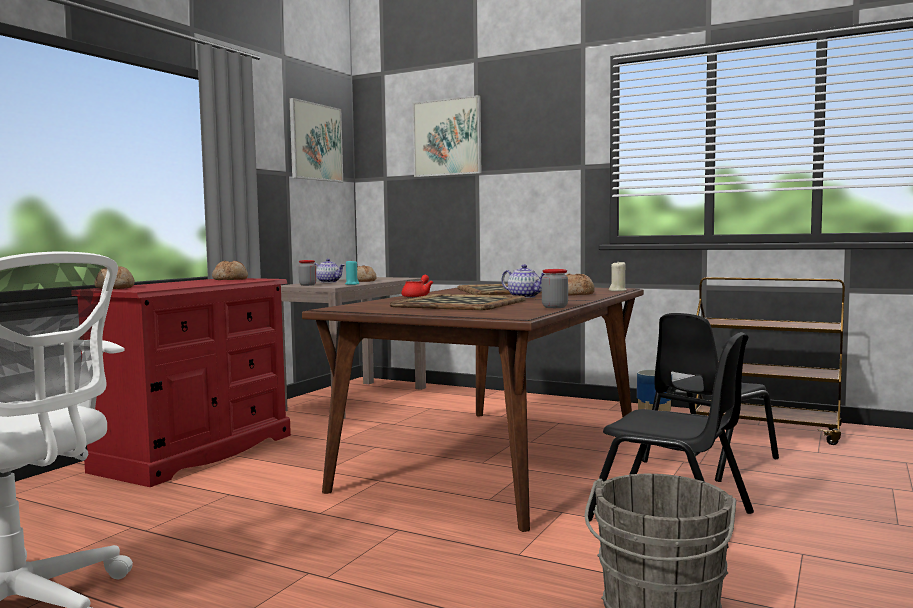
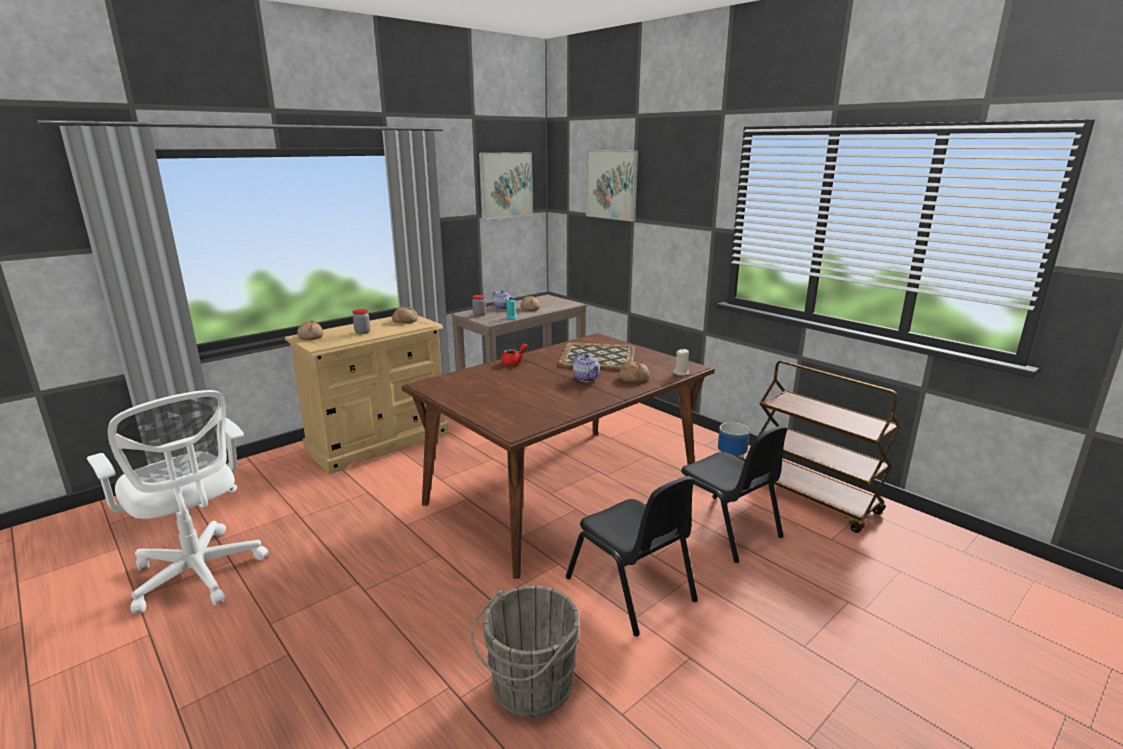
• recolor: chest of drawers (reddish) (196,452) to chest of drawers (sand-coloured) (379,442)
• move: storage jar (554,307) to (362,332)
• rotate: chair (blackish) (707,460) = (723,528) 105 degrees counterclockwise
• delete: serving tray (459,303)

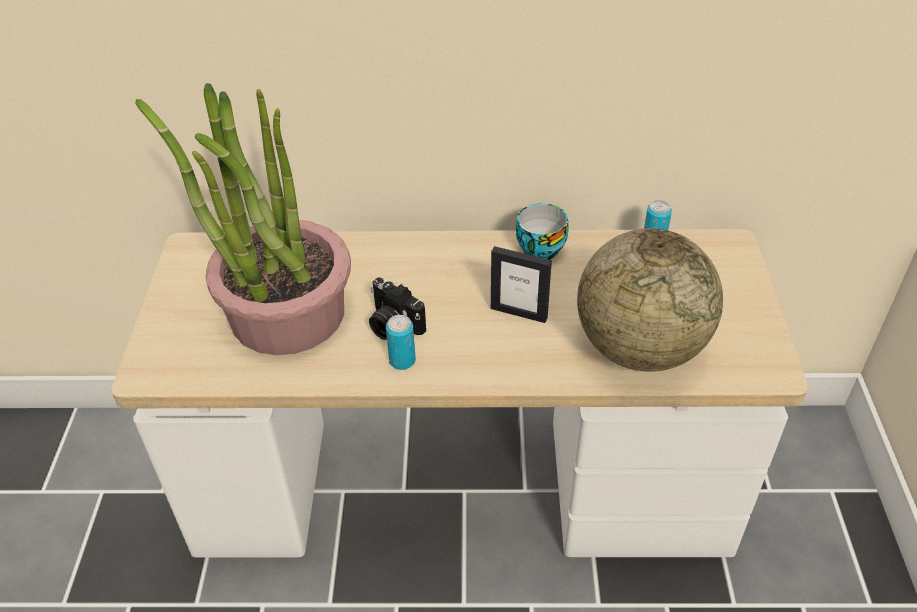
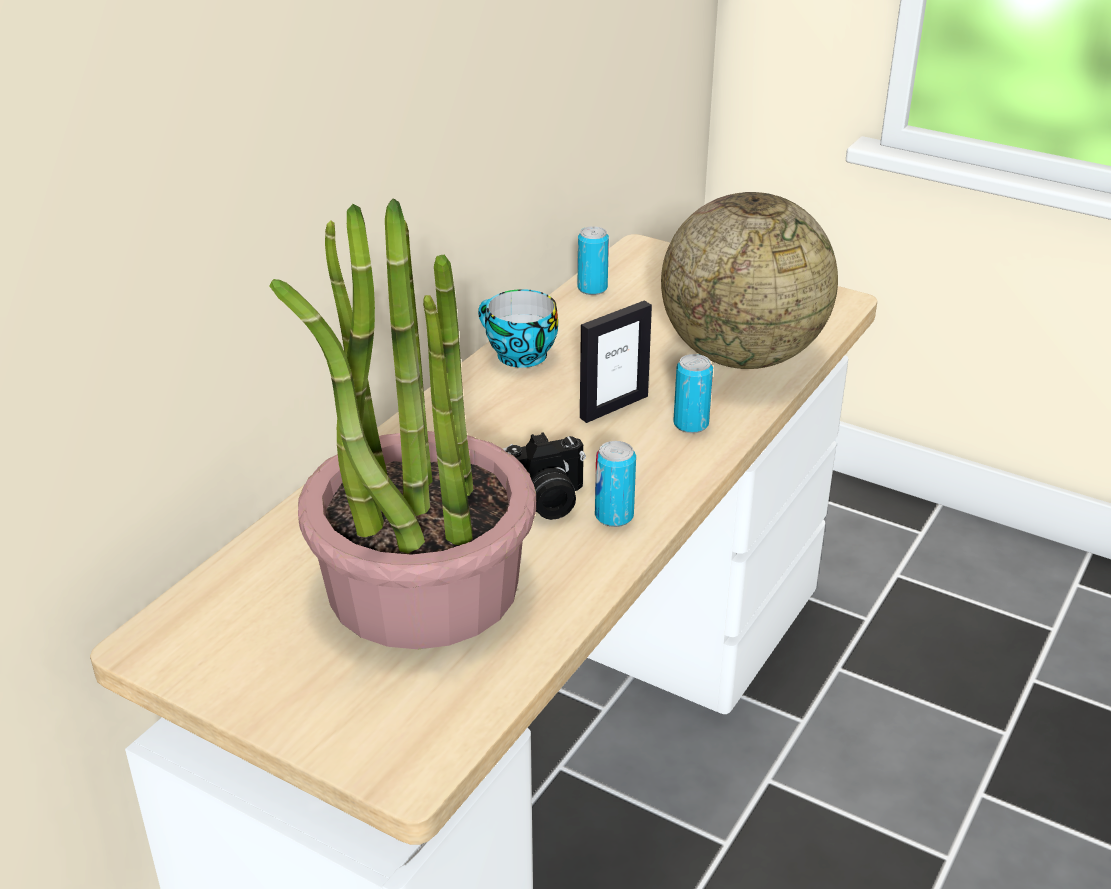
• insert: can (691,424)

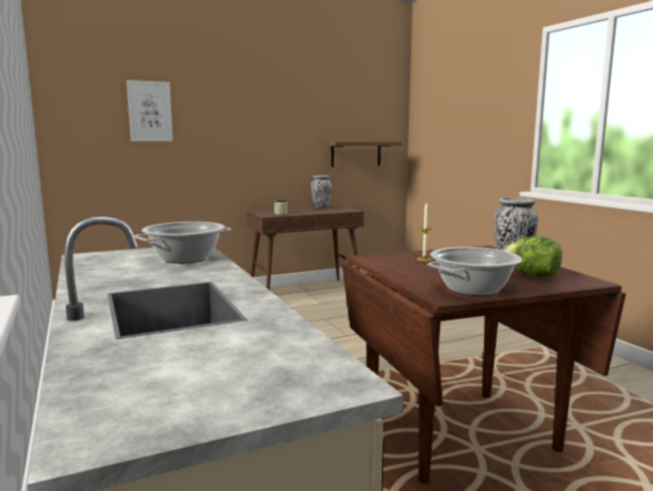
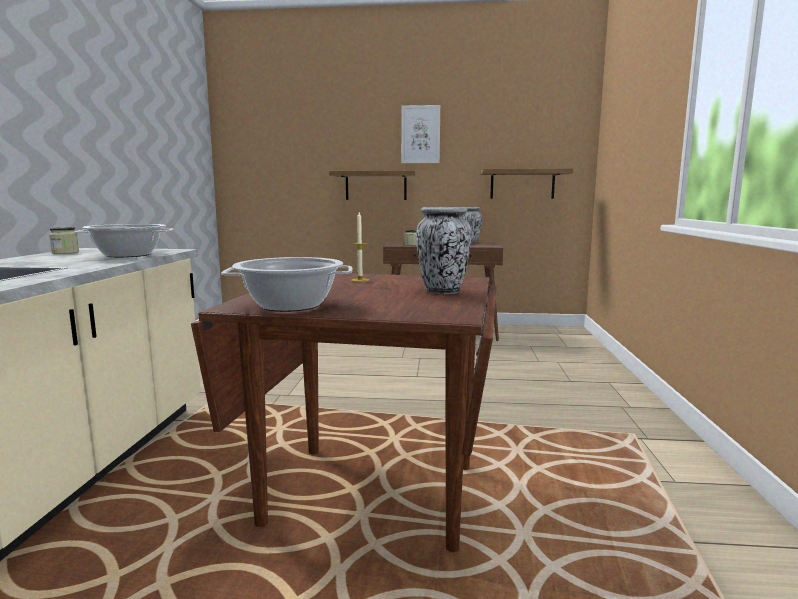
• insert: storage jar (65,252)
• insert: bracket shelf (376,186)
• move: wall picture (150,111) to (420,134)
• delete: lettuce (532,275)

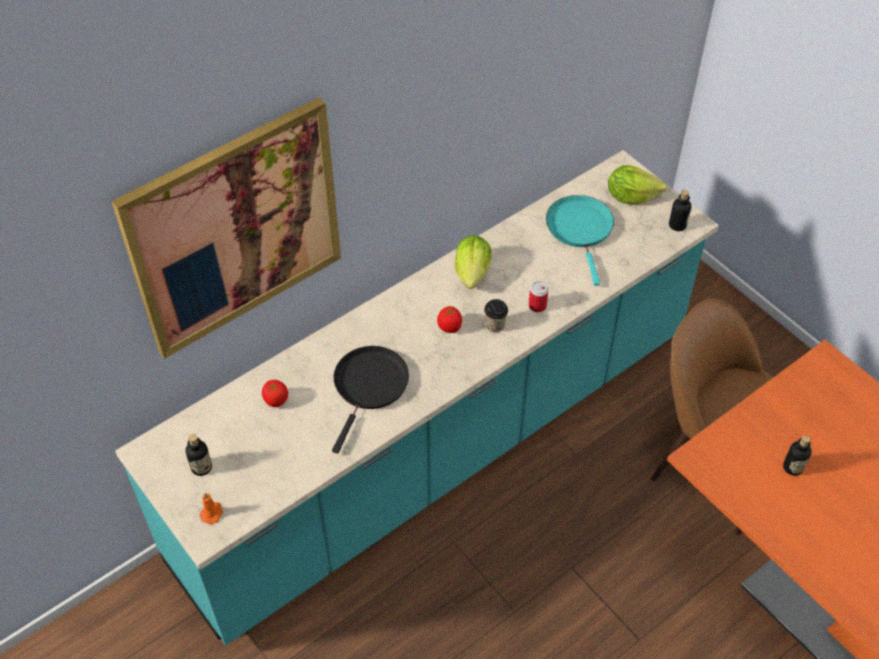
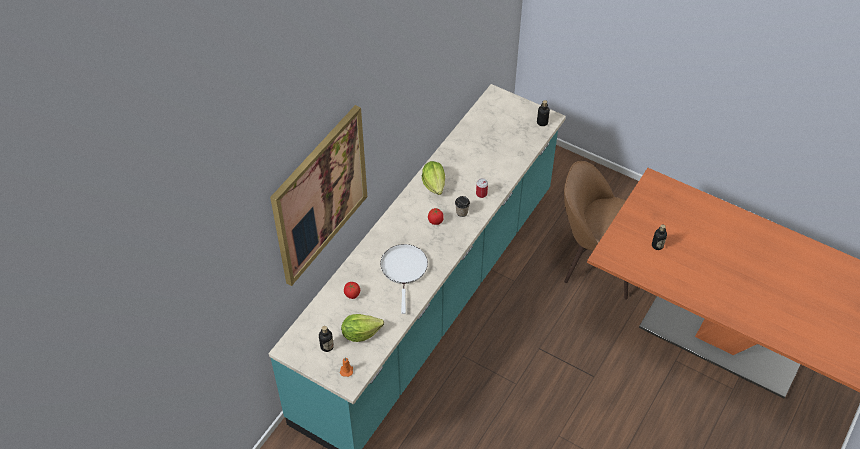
• move: lettuce (631,196) to (360,333)
• recolor: frying pan (blackish) (369,386) to frying pan (white) (404,269)
• delete: frying pan (turquoise-coloured) (580,229)

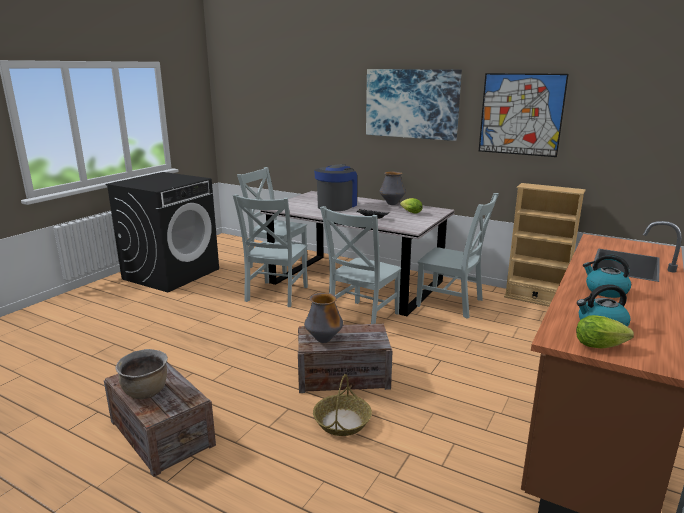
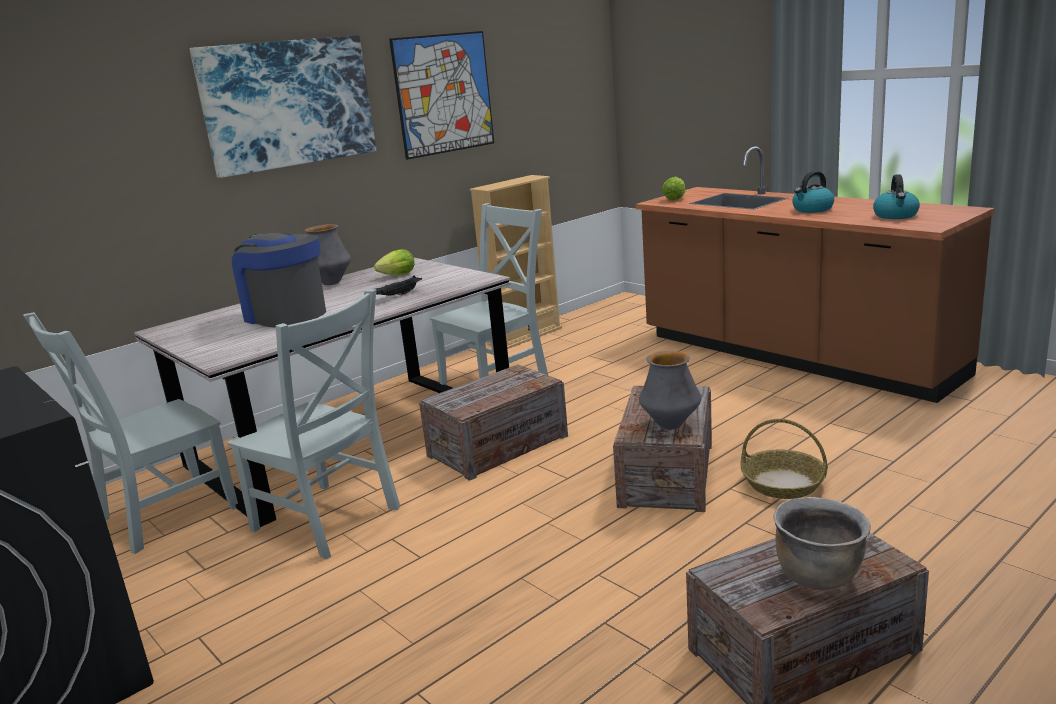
• replace: chair (greyish) (361,319) to shipping crate (497,446)
• move: lettuce (602,346) to (675,198)

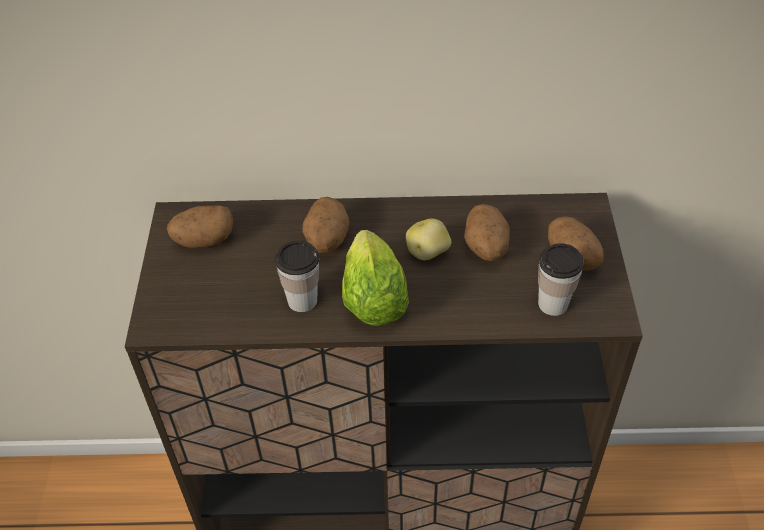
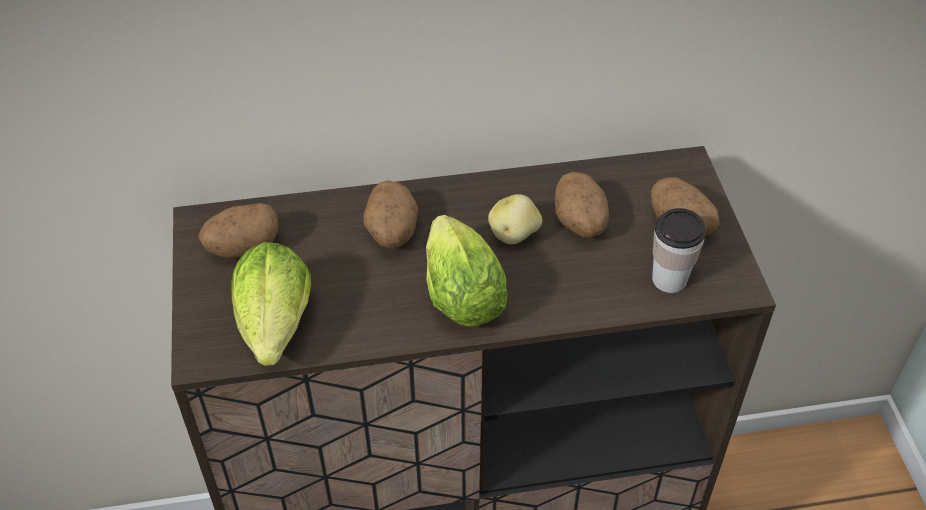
• insert: lettuce (275,331)
• delete: small cup (302,300)

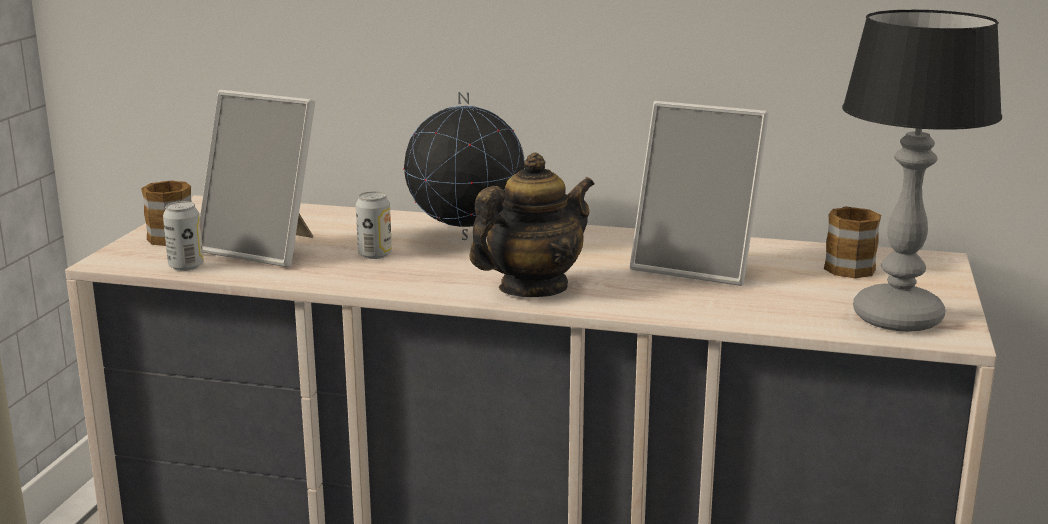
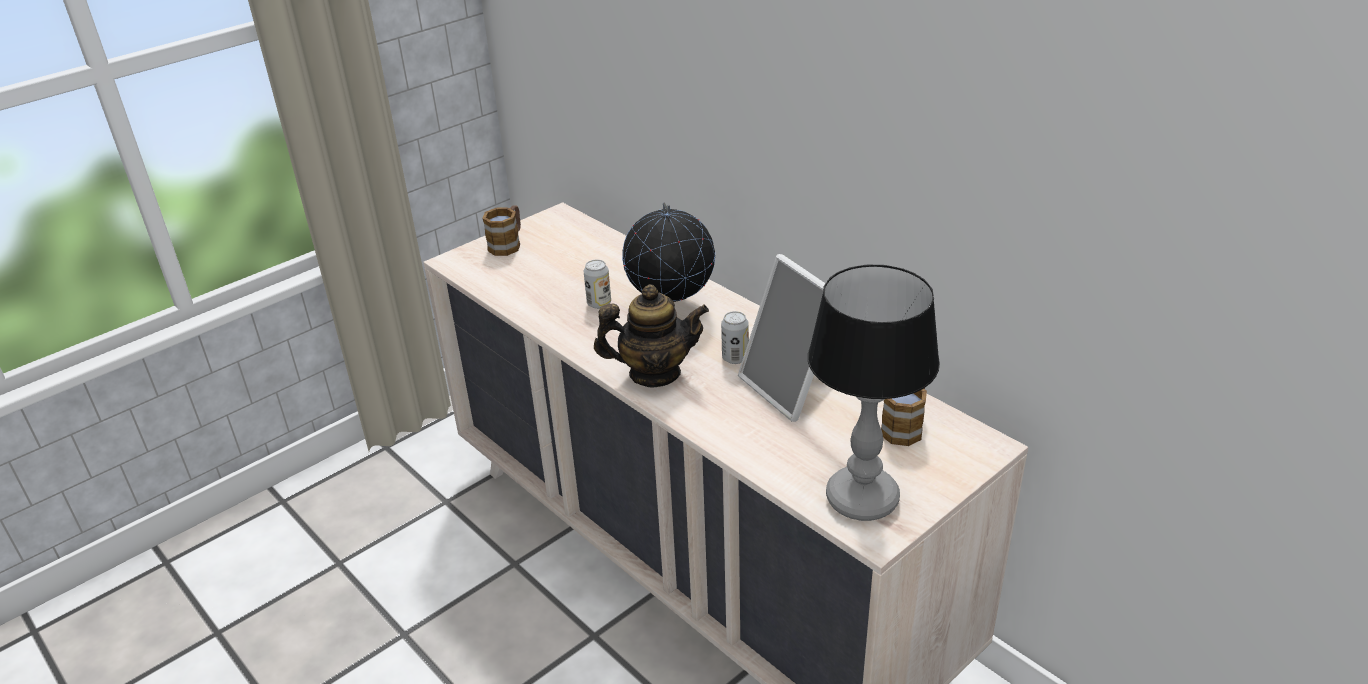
• move: can (186,266) to (735,358)
• delete: photo frame (266,249)

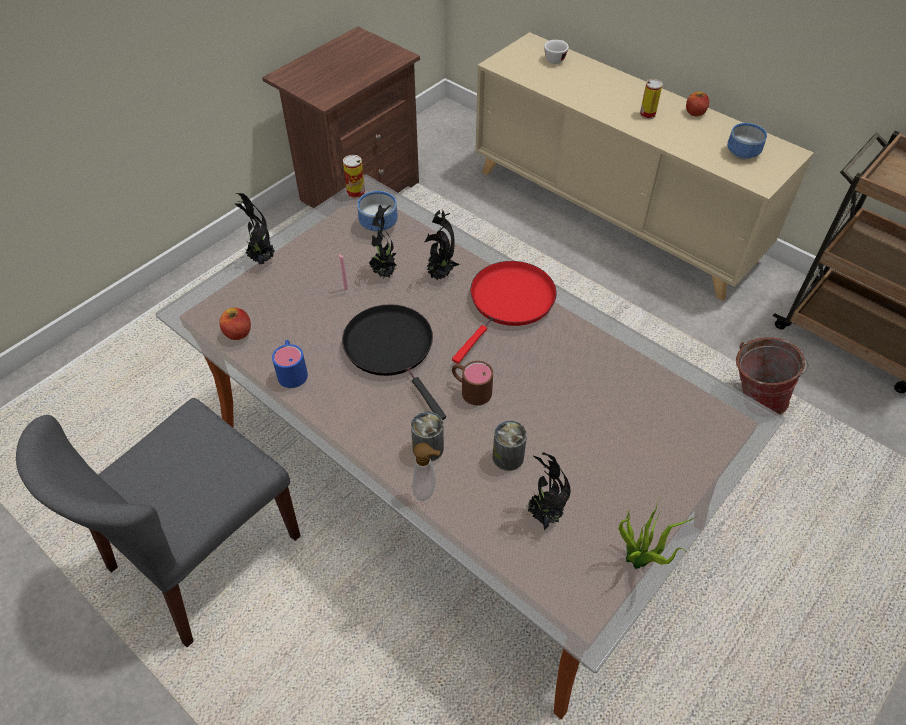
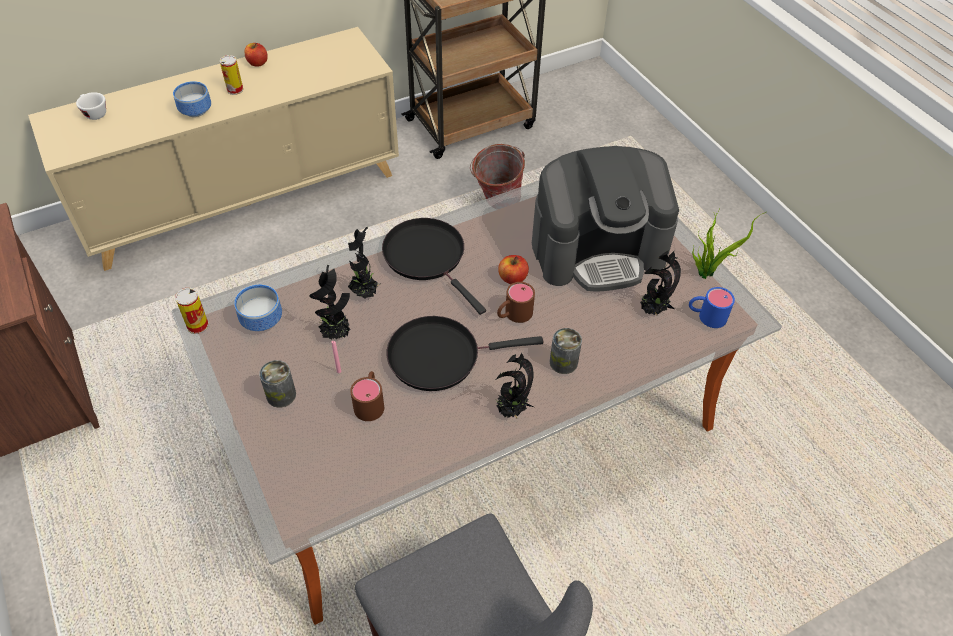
• move: deep dish (744,153) to (197,110)
• move: can (508,457) to (281,395)
• insert: tea mug (brownish) (370,402)
• recolor: frying pan (reddish) (509,302) to frying pan (blackish) (427,257)
• move: potted plant (261,260) to (511,411)
• move: apple (238,333) to (512,278)
• insert: coffee maker (598,250)
• move: tea mug (bluish) (292,370) to (706,316)
• delete: soap bottle (427,491)

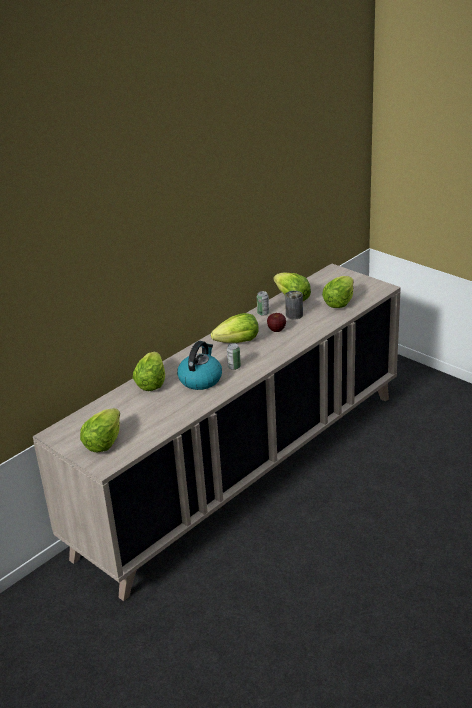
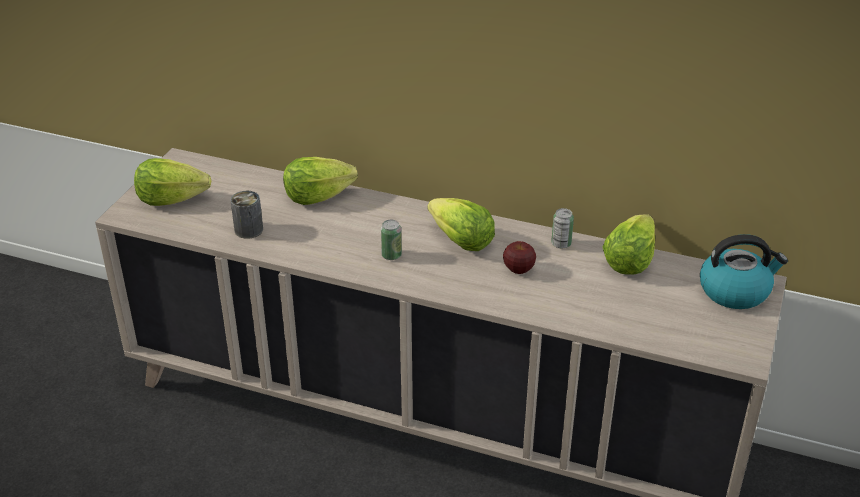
• move: can (294,315) to (248,230)
• move: tea kettle (200,379) to (735,291)
• delete: lettuce (339,303)

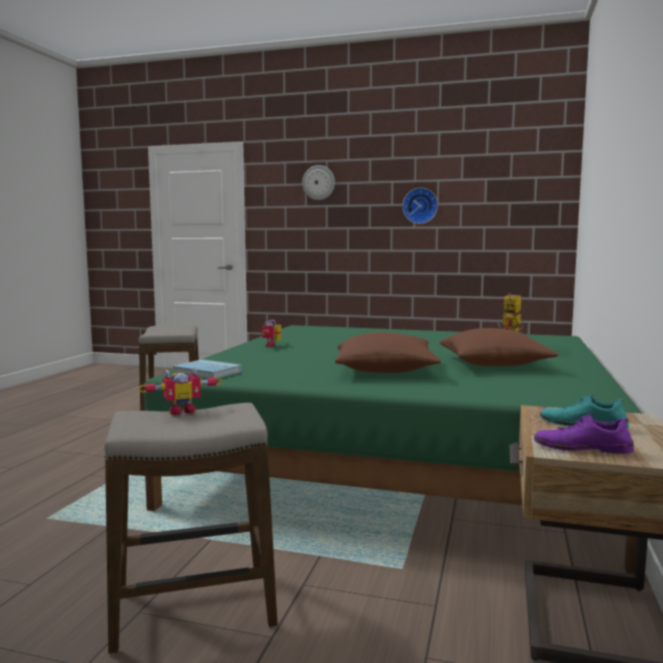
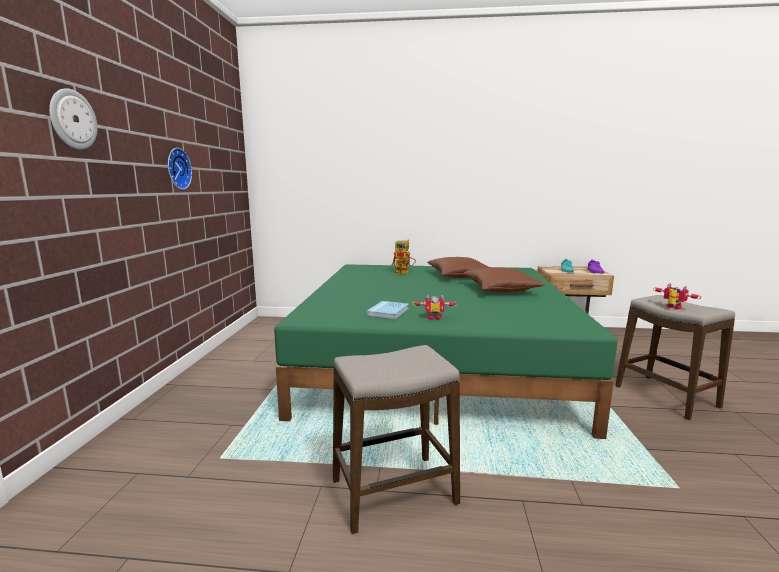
• move: bound book (bluish) (207,372) to (388,312)

